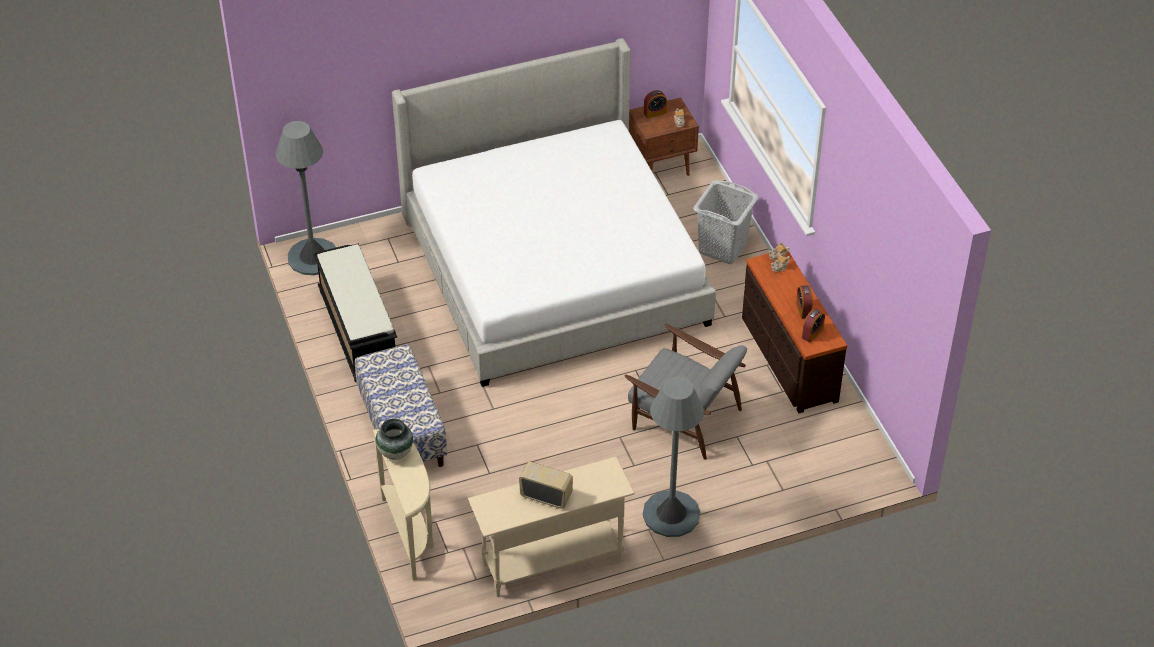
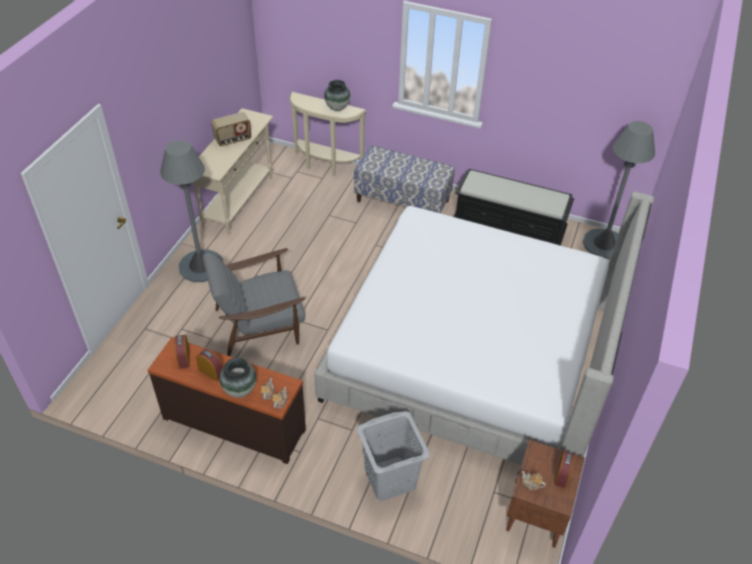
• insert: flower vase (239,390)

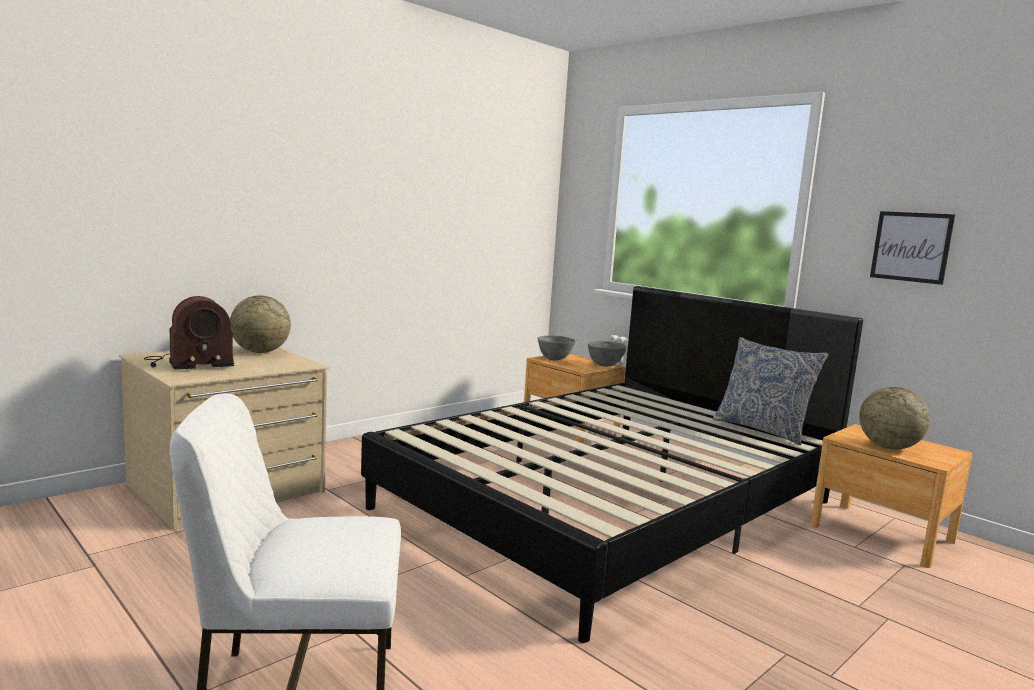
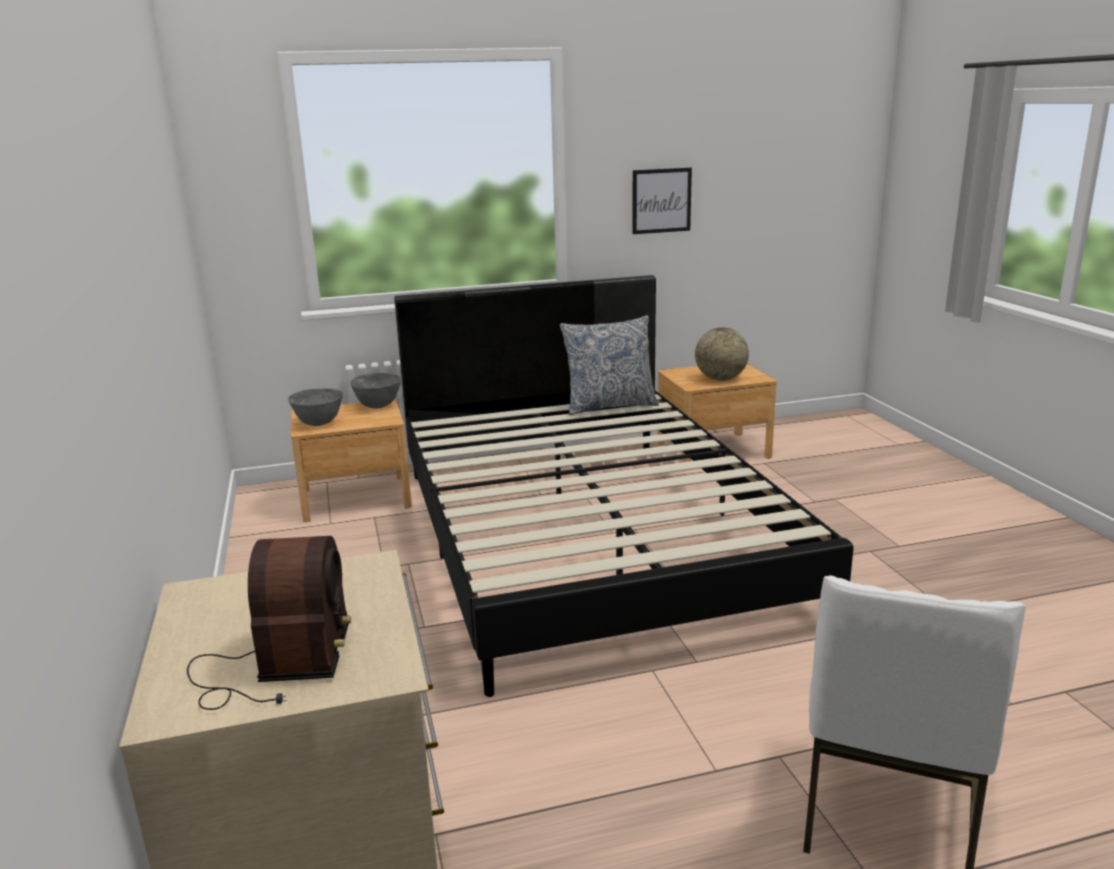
• delete: desk globe (260,352)

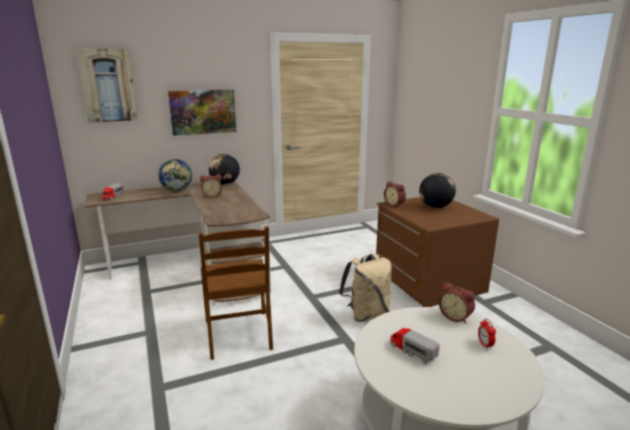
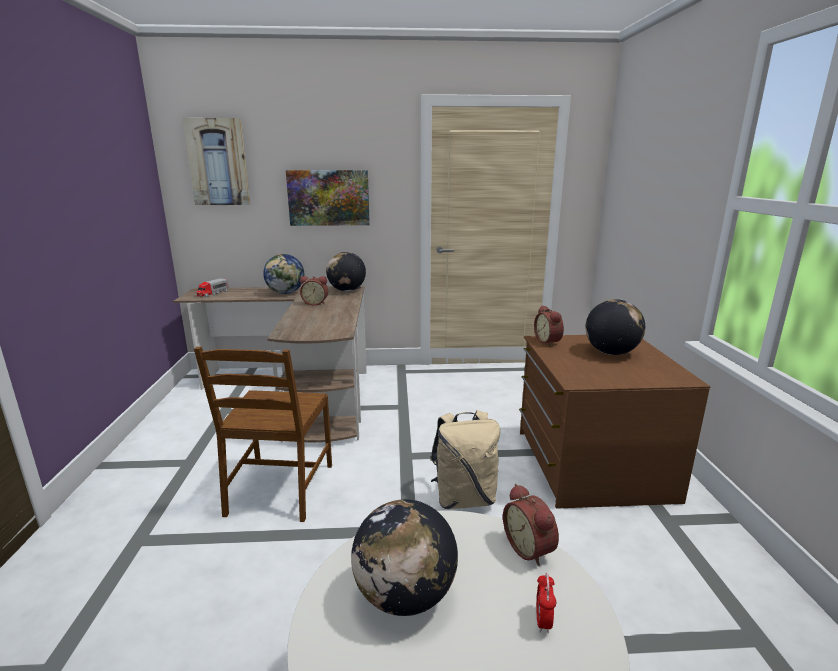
• replace: toy truck (412,351) to desk globe (404,596)

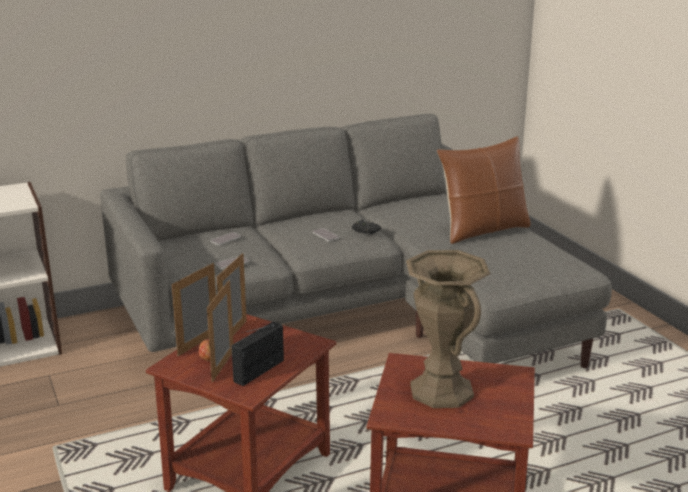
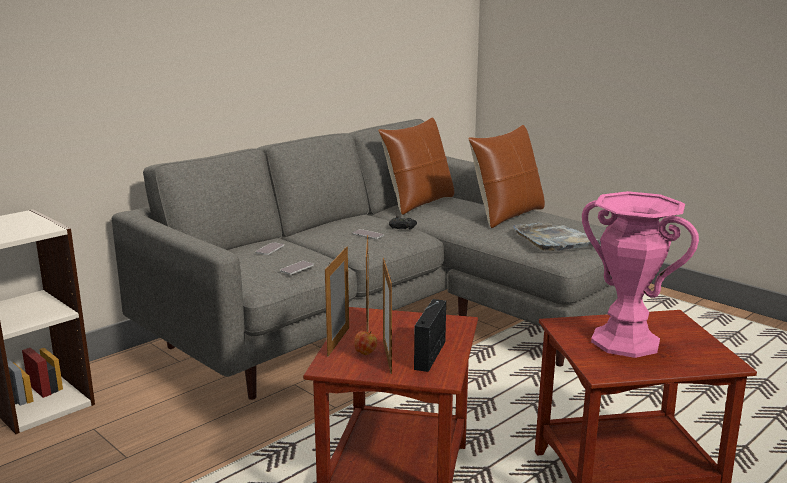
• insert: cushion (brownish) (418,203)
• insert: serving tray (greyish) (556,240)
• recolor: flower vase (brownish) (442,391) to flower vase (pink-coloured) (625,342)

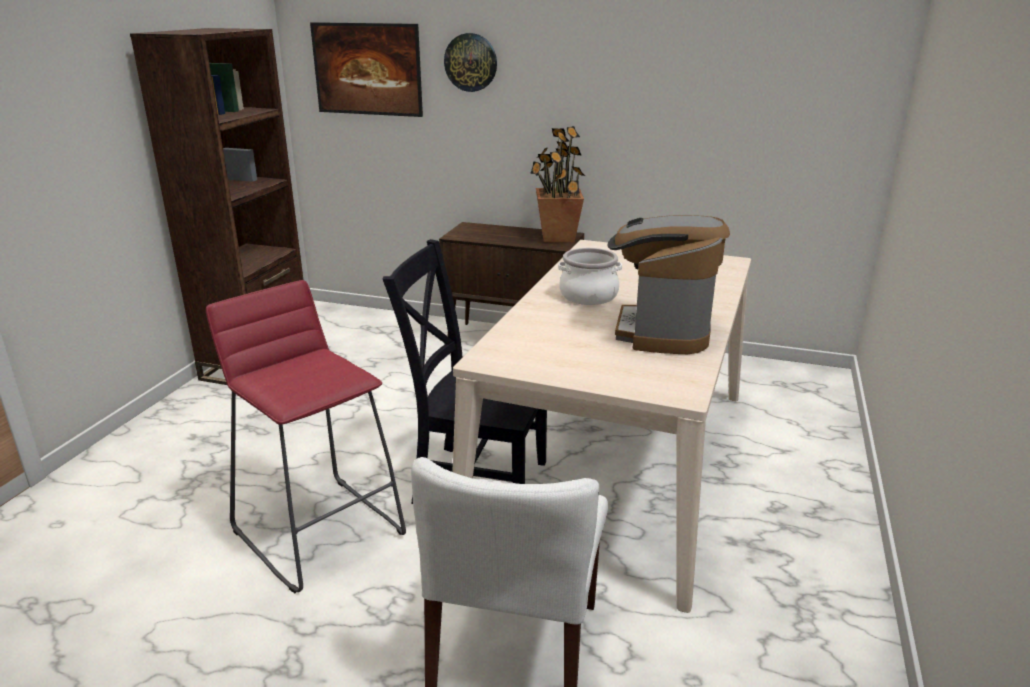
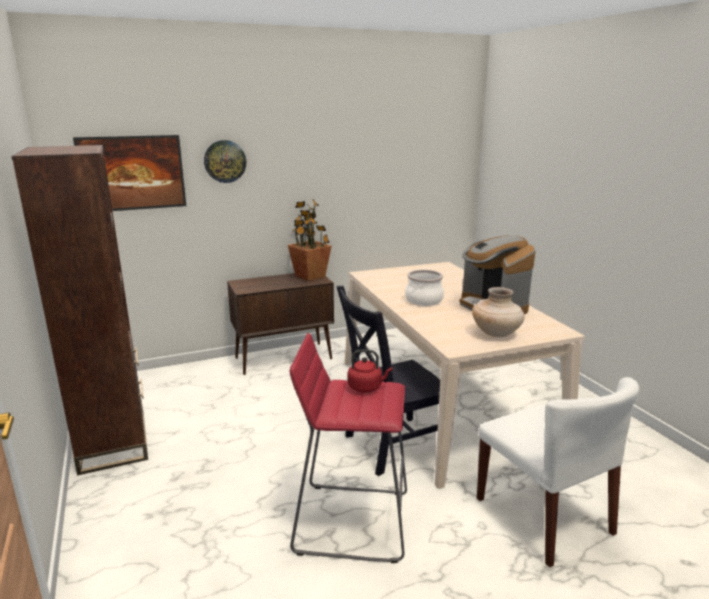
• insert: tea kettle (reddish) (366,387)
• insert: flower vase (sand-coloured) (496,333)

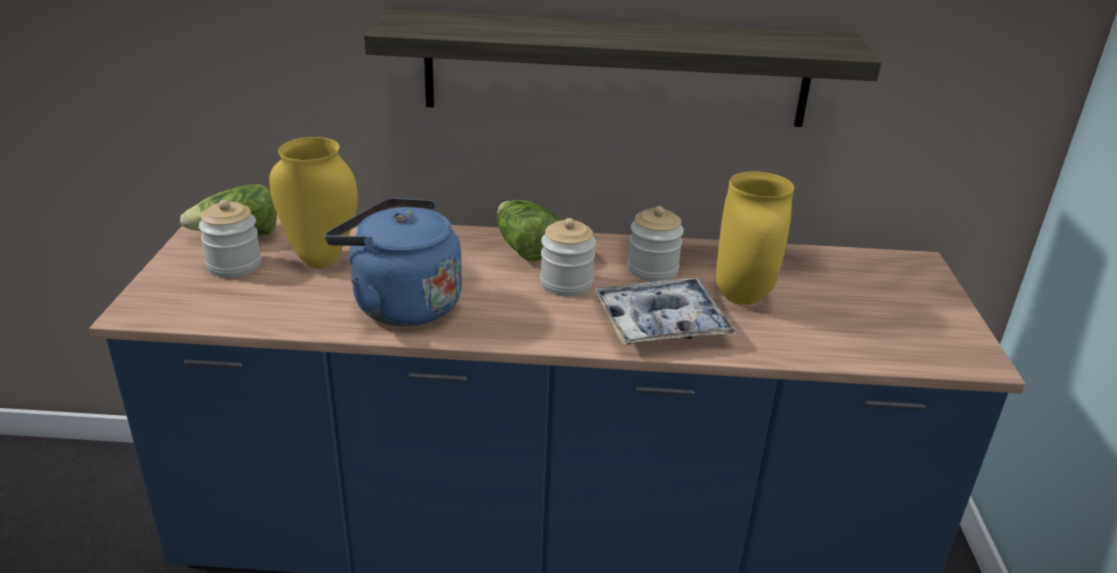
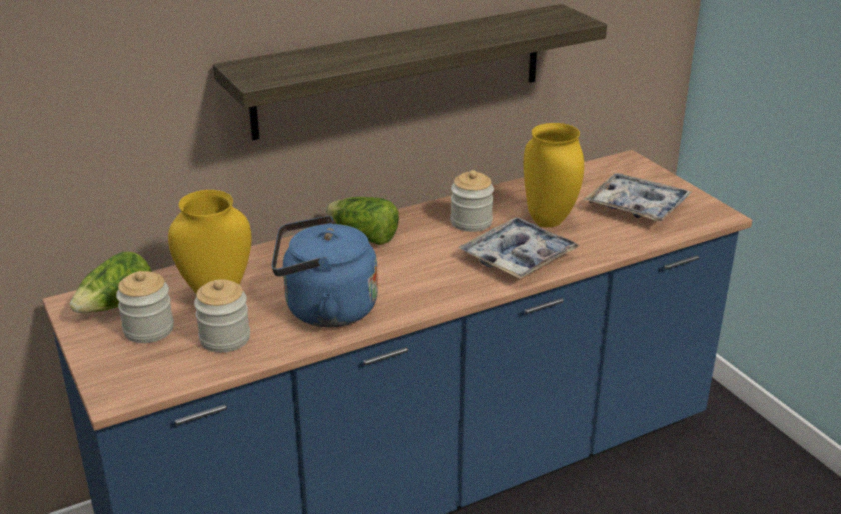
• move: storage jar (566,283) to (225,338)
• insert: serving tray (637,206)

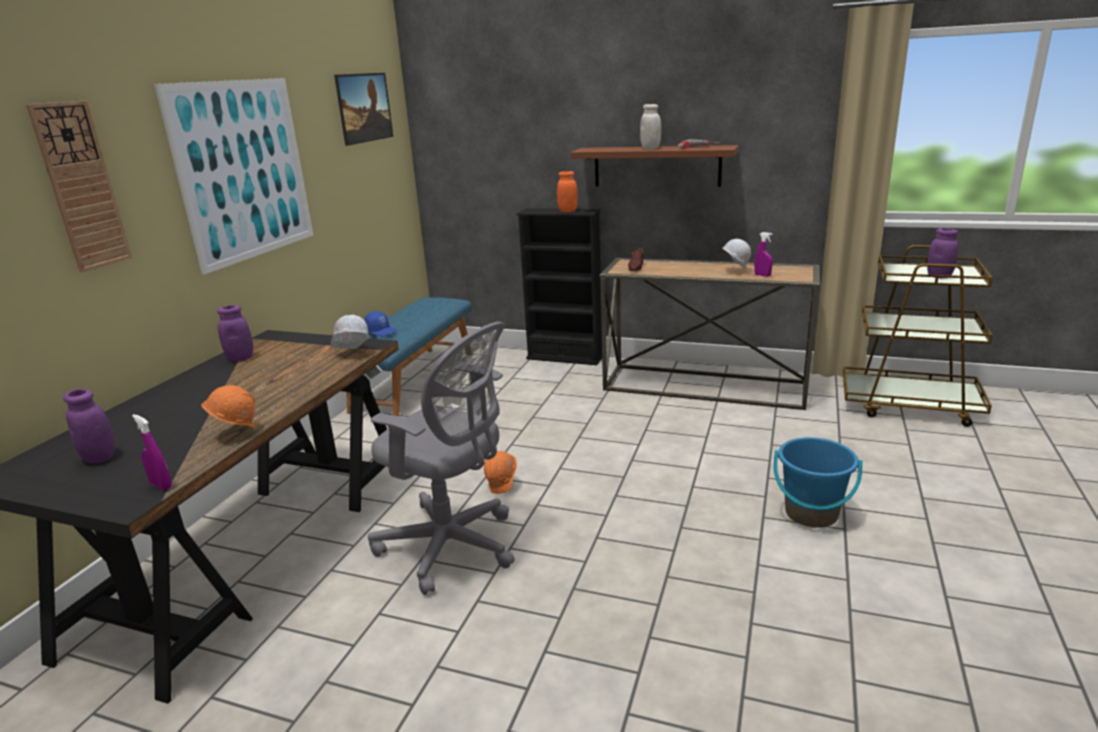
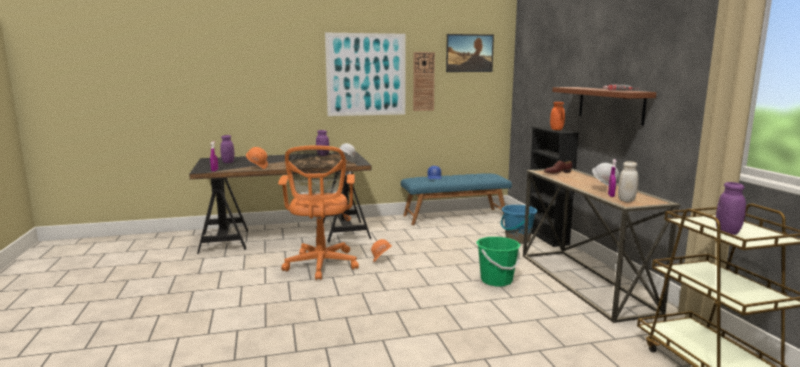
• recolor: computer chair (greyish) (452,547) to computer chair (orange-coloured) (321,266)
• move: hanging clock (81,187) to (423,81)
• insert: bucket (greenish) (496,280)
• move: bucket (bluish) (811,514) to (517,239)
• move: storage jar (white) (650,148) to (626,200)

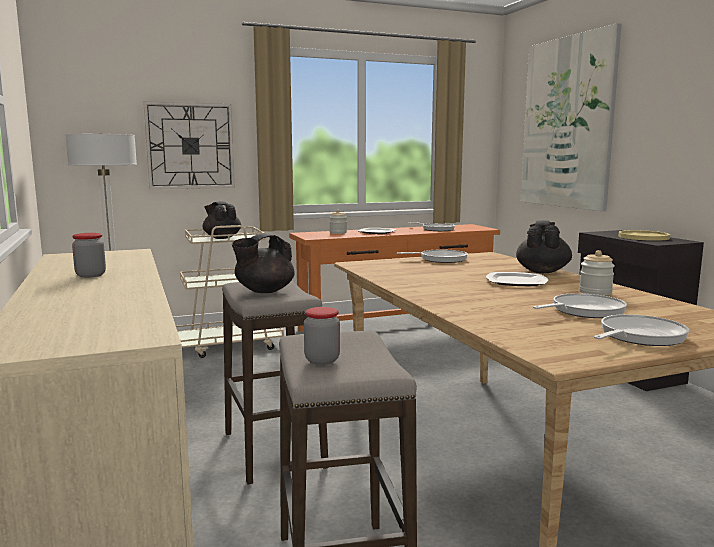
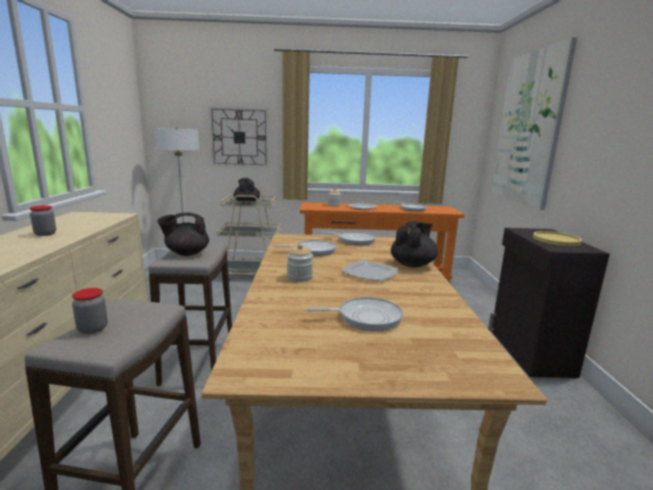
• move: frying pan (639,336) to (312,250)
• move: storage jar (595,292) to (299,277)

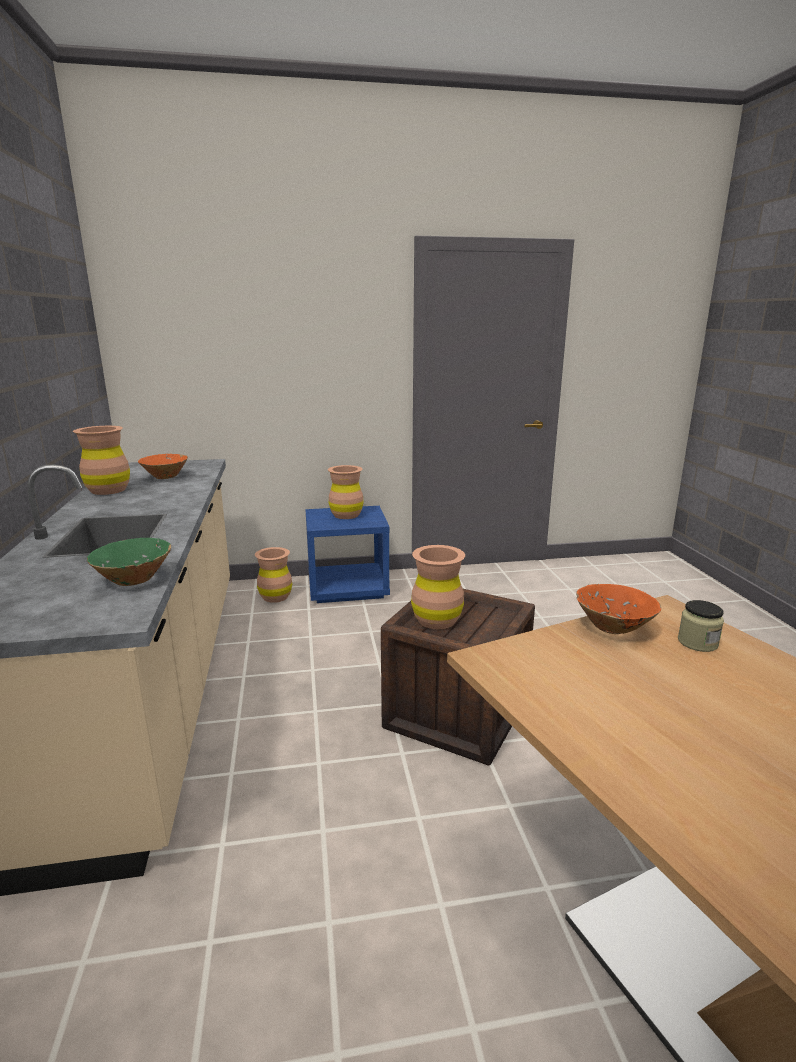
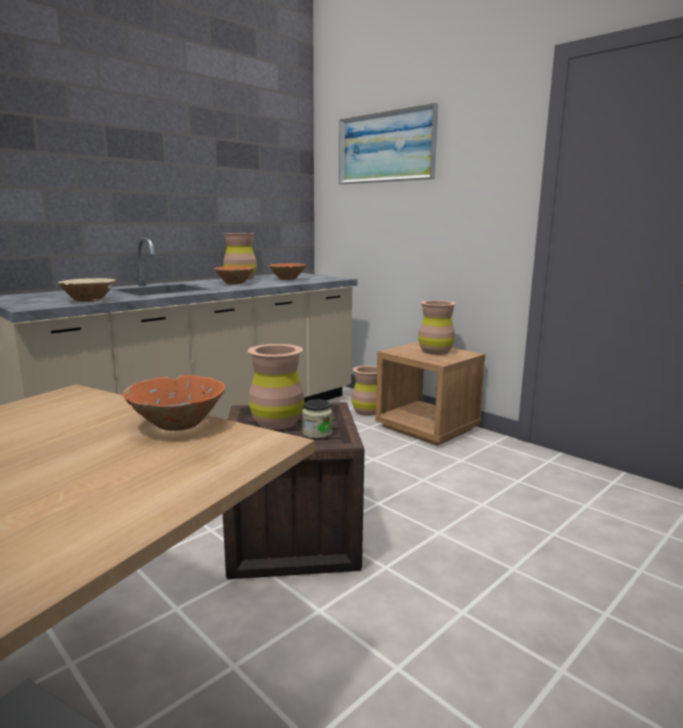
• recolor: deep dish (greenish) (134,579) to deep dish (sand-coloured) (89,301)
• insert: deep dish (orange-coloured) (234,283)
• move: storage jar (697,642) to (317,433)
• insert: wall picture (386,147)
• recolor: night table (bluish) (348,588) to night table (brownish) (427,428)

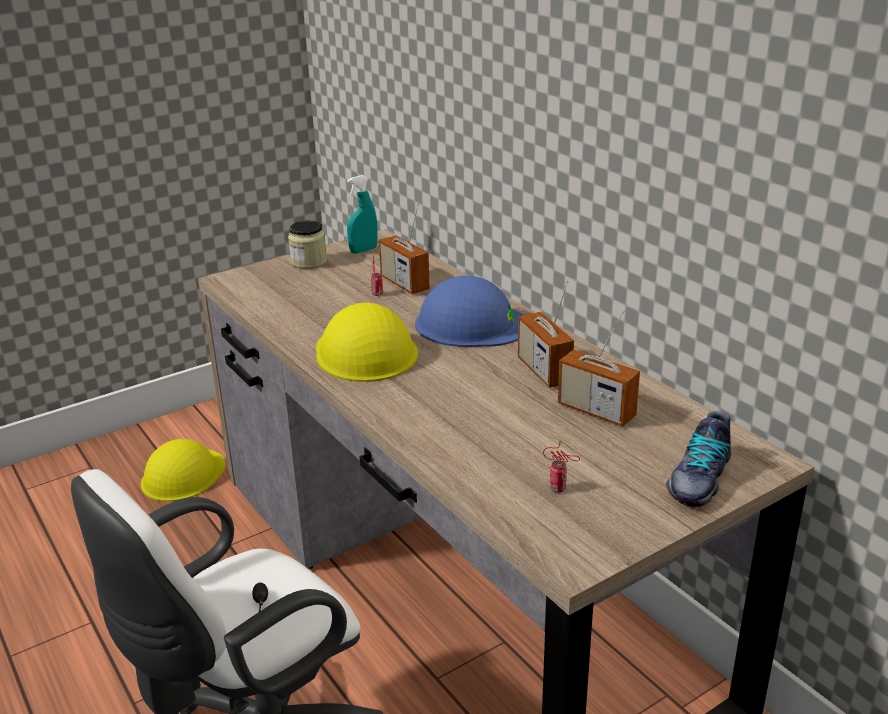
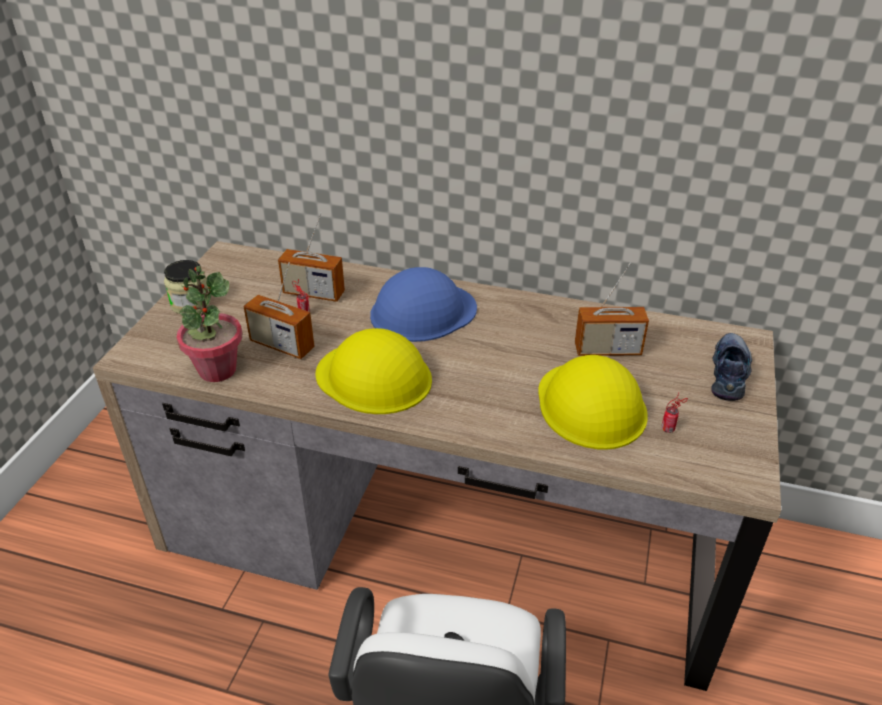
• insert: potted plant (217,370)
• move: radio (544,371) to (282,345)
• move: safety helmet (yellow) (183,475) to (591,405)
• rotate: shoe (698,478) = (730,373) 150 degrees counterclockwise
• delete: sprayer (turquoise-coloured) (363,250)

